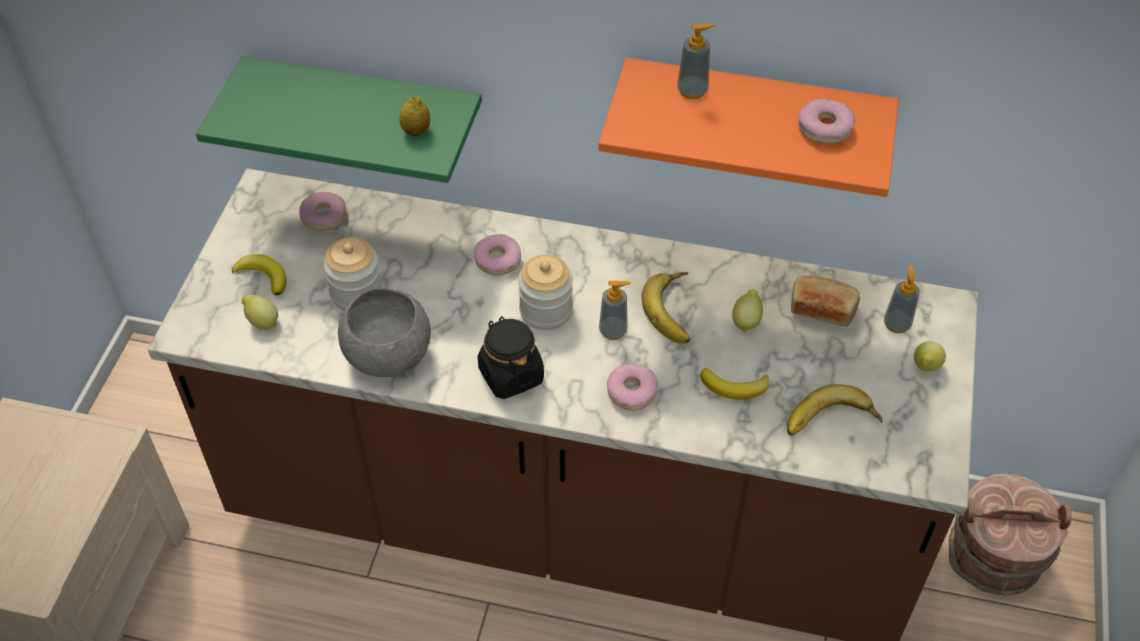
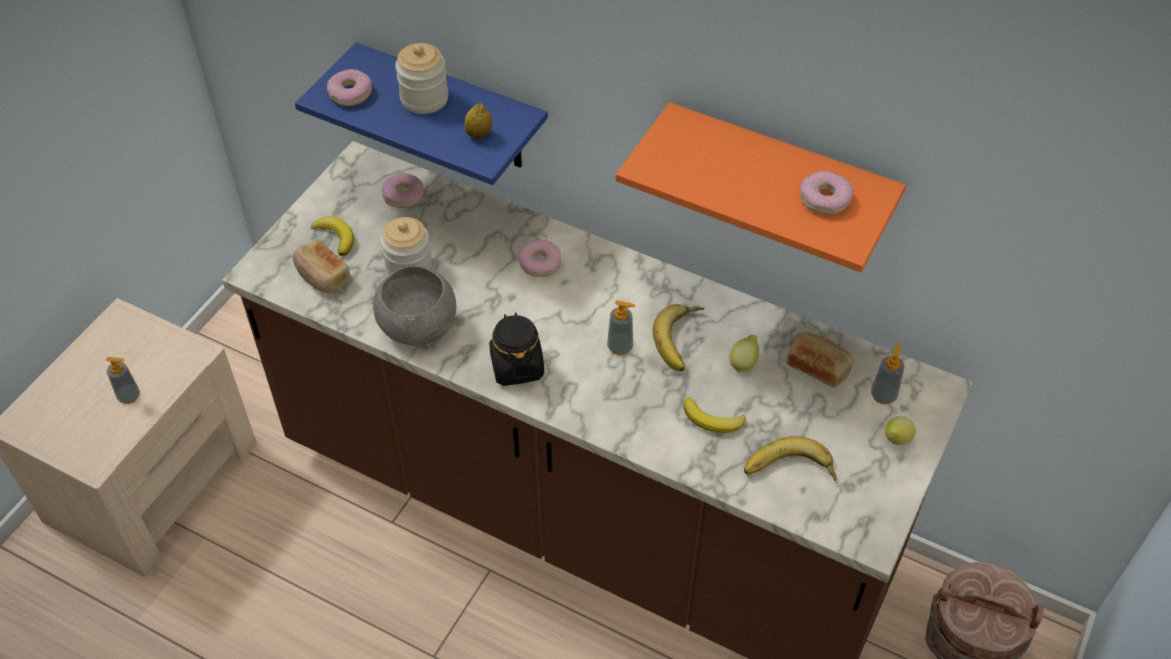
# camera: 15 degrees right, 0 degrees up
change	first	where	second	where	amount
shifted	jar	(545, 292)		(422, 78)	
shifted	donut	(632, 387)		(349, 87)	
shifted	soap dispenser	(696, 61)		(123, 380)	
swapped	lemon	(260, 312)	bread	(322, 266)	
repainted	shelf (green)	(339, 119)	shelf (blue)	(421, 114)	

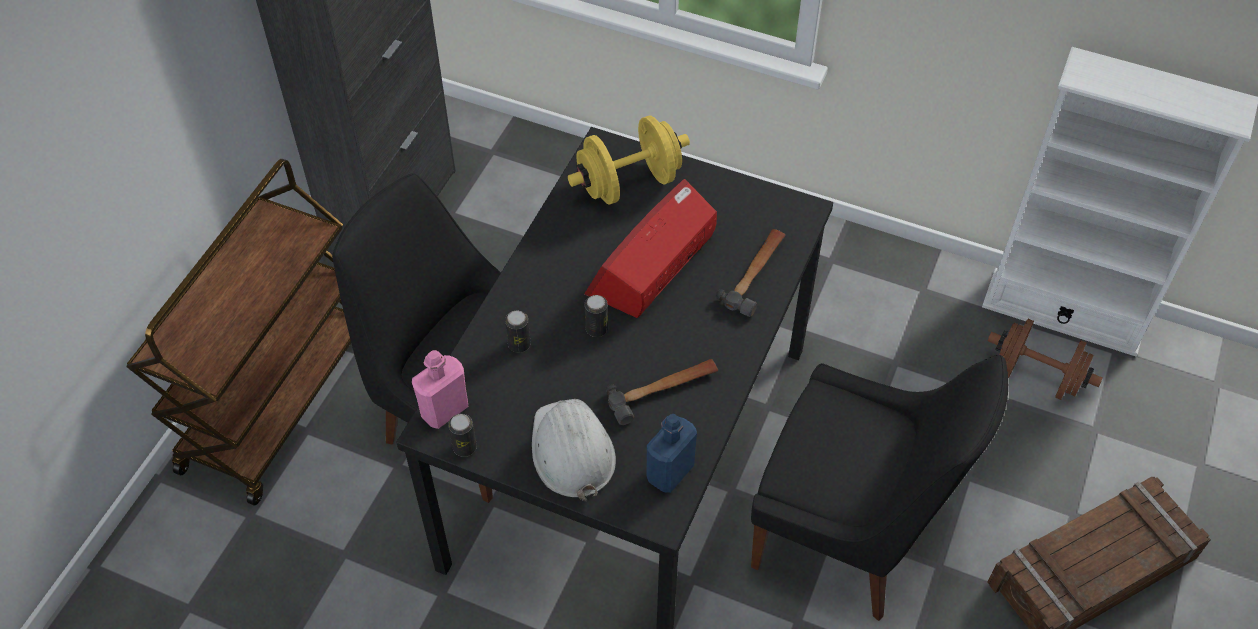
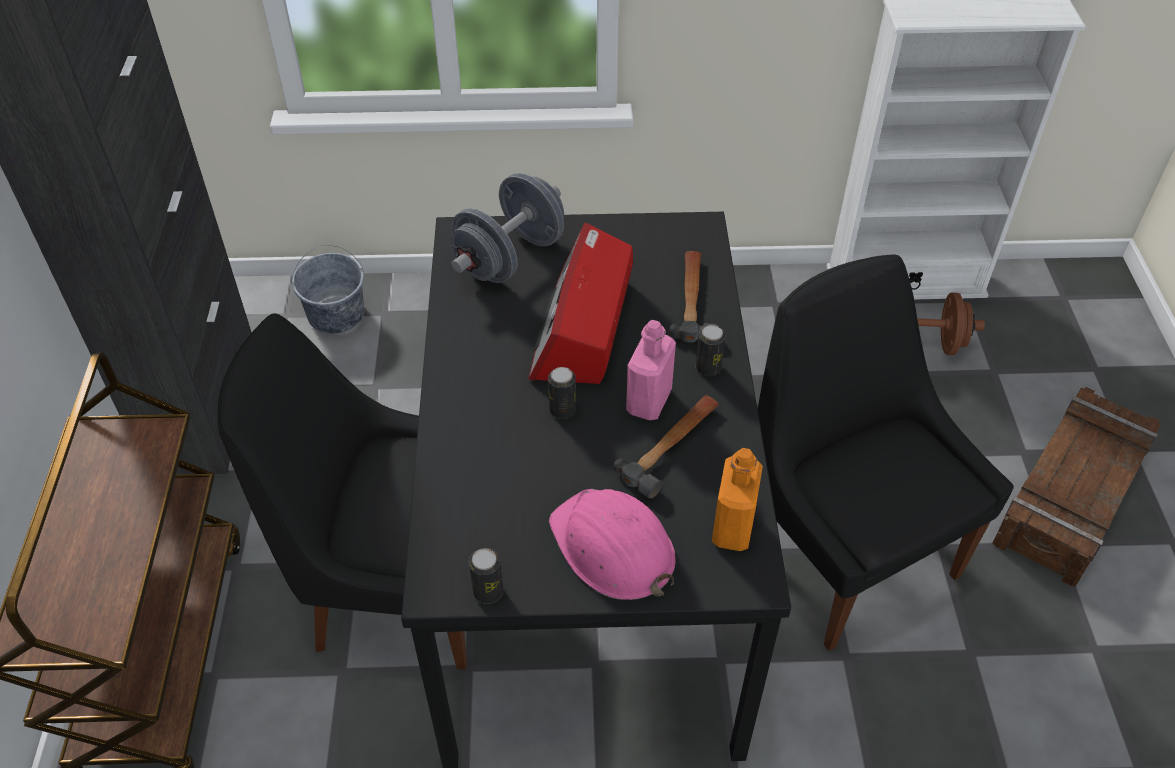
# camera: 25 degrees left, 5 degrees down
change	first	where	second	where	amount
new			bucket (grey)	(328, 289)	
shifted	bottle (pink)	(440, 389)		(651, 370)	
shifted	can	(518, 332)		(710, 350)	
repainted	hard hat (white)	(574, 450)	hard hat (pink)	(612, 544)	
repainted	dumbbell (yellow)	(629, 160)	dumbbell (grey)	(507, 228)	
repainted	bottle (blue)	(671, 453)	bottle (orange)	(737, 499)	
rotated	chair (black)	(879, 488)		(886, 453)	120 degrees counterclockwise

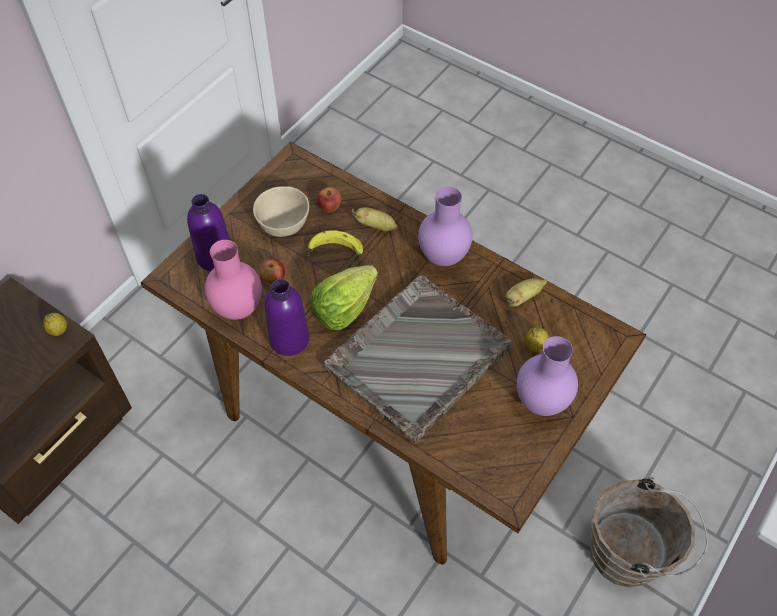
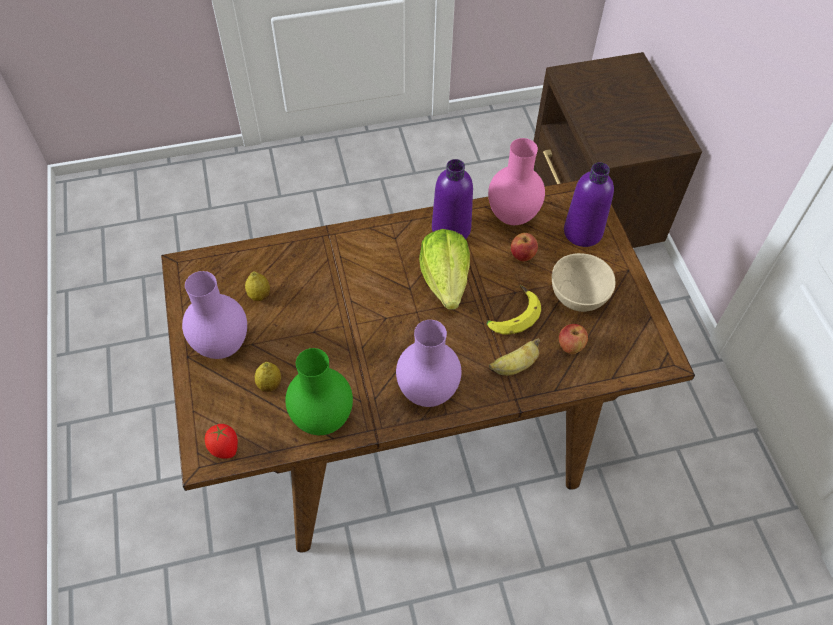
# camera: 130 degrees right, 0 degrees up
change	first	where	second	where	amount
gone	tray (grey)	(418, 359)			
gone	bucket (brown)	(649, 532)			
new			tomato	(221, 441)	
shifted	lemon	(55, 324)		(257, 286)	
swapped	banana	(526, 292)	vase (green)	(319, 391)	

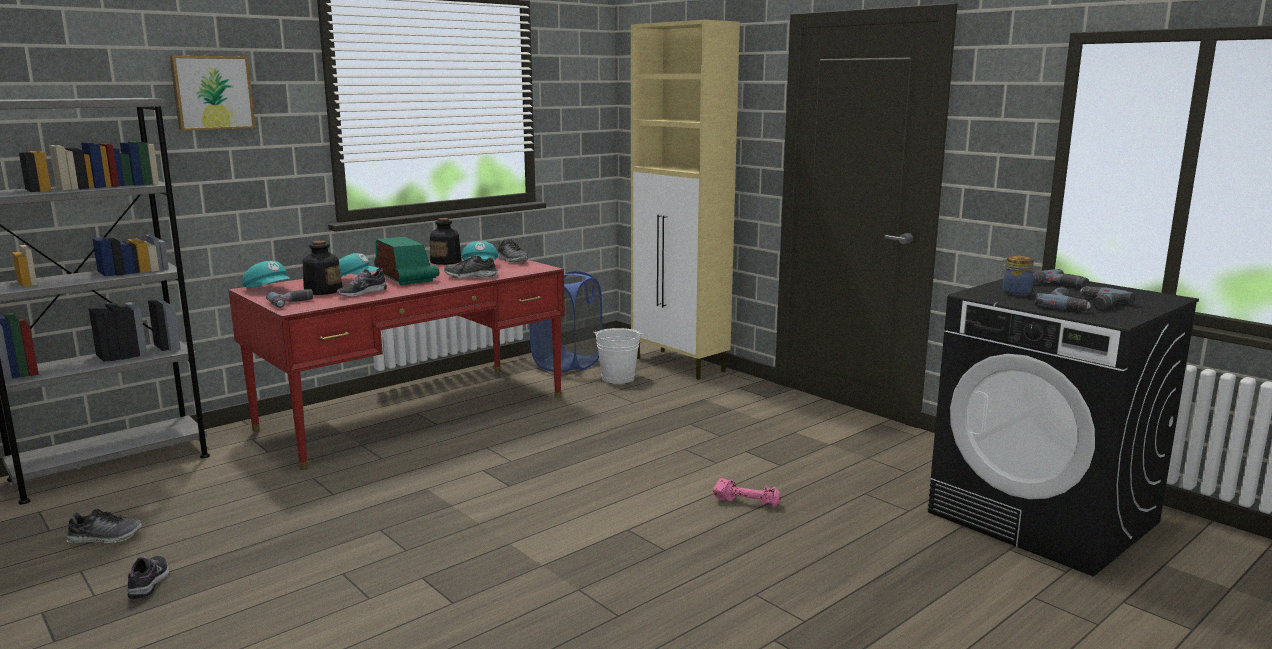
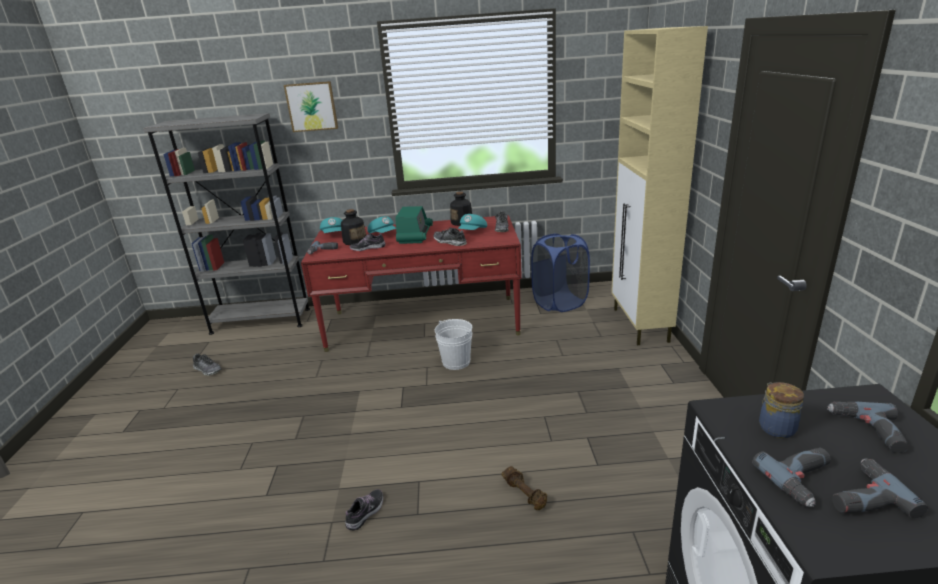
# camera: 40 degrees right, 10 degrees up
change	first	where	second	where	amount
shifted	shoe	(148, 577)		(364, 509)	
shifted	bucket (white)	(618, 356)		(453, 344)	
repainted	dumbbell (pink)	(747, 492)	dumbbell (brown)	(524, 488)	

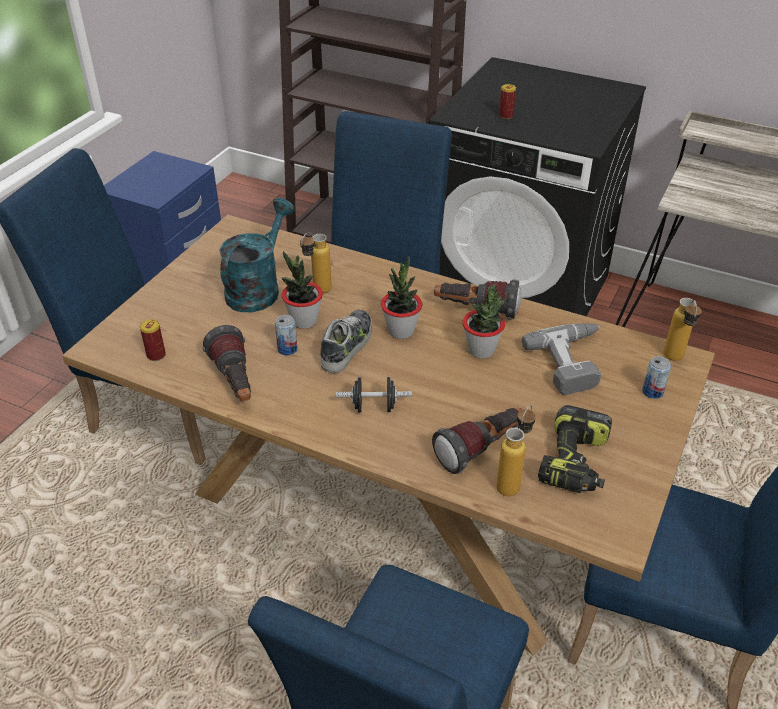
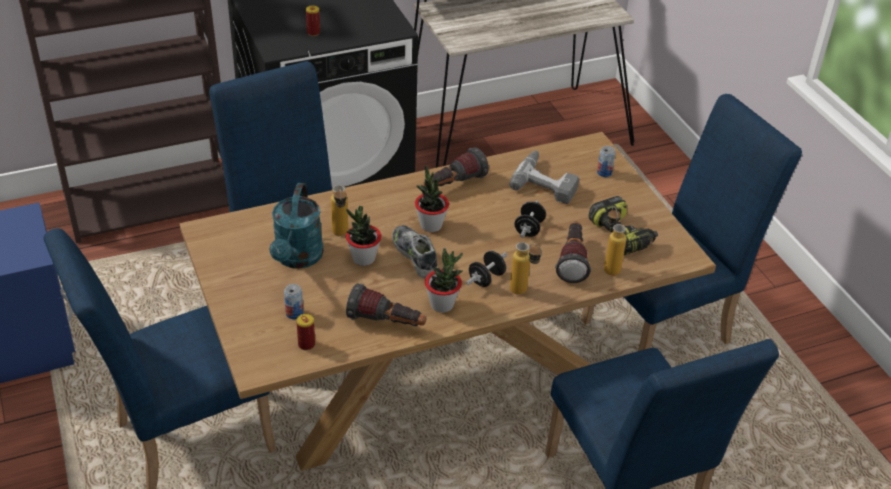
# camera: 50 degrees left, 0 degrees up
change	first	where	second	where	amount
new			dumbbell (black)	(530, 219)	
shifted	can	(286, 335)		(293, 301)	
shifted	potted plant	(483, 321)		(444, 280)	
shifted	bottle	(682, 329)		(526, 268)	
rotated	watering can (turquoise)	(257, 255)		(296, 226)	150 degrees counterclockwise

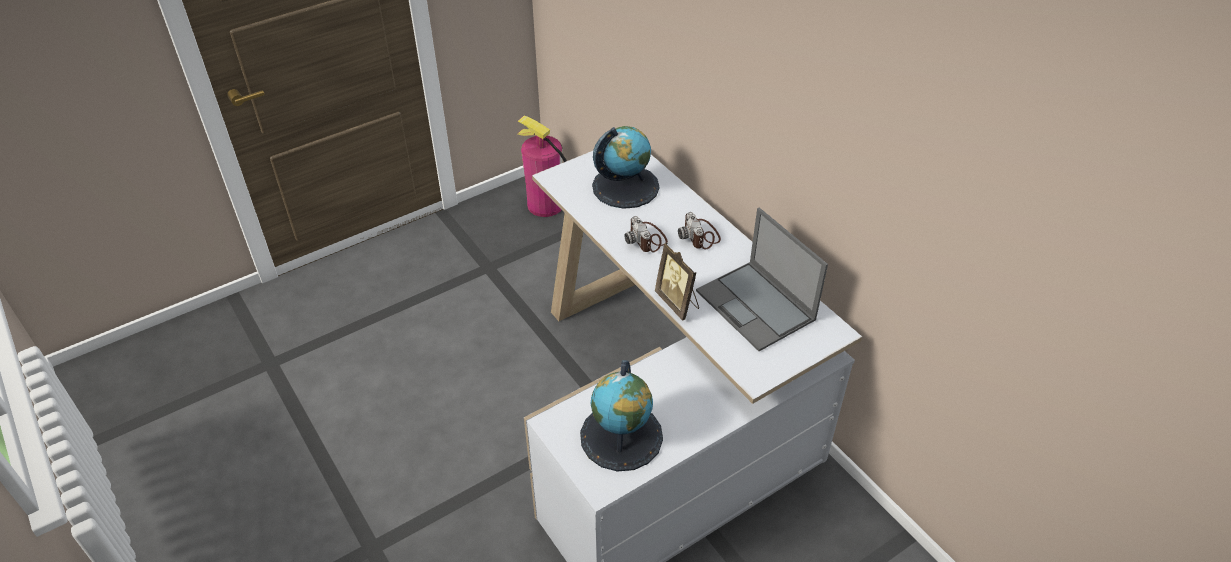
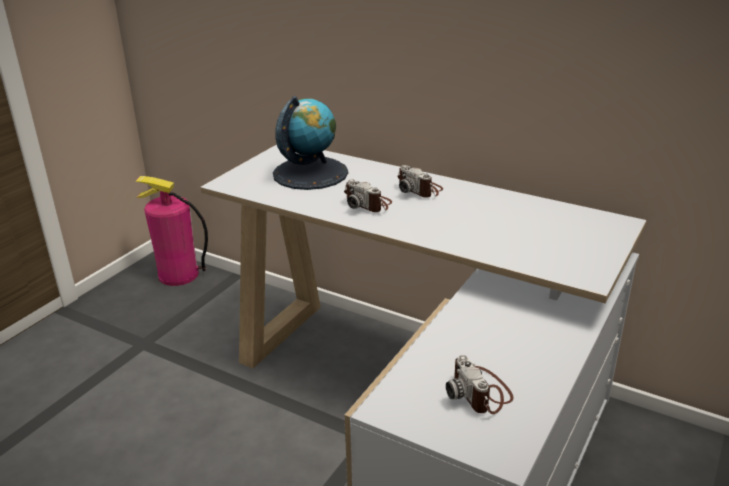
# camera: 25 degrees left, 15 degrees down
change	first	where	second	where	amount
gone	picture frame	(677, 282)			
gone	laptop	(762, 279)			
swapped	globe	(621, 415)	photo camera	(480, 384)	

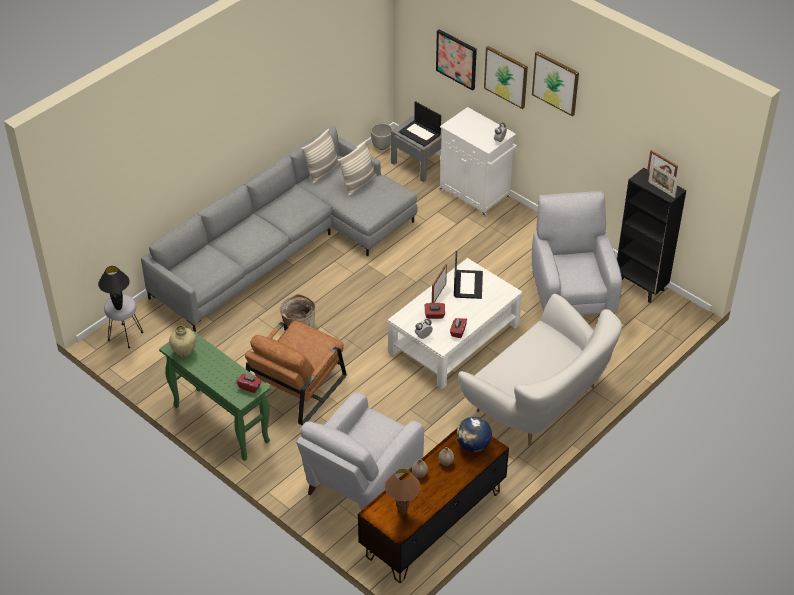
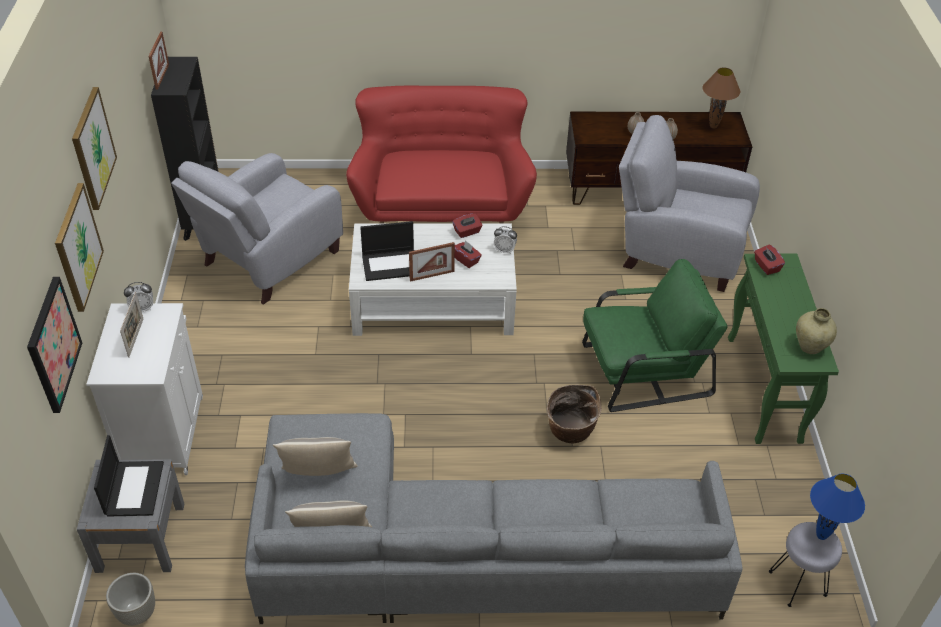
# camera: 135 degrees left, 0 degrees up
change	first	where	second	where	amount
gone	globe	(474, 434)			
shifted	picture frame	(663, 180)		(131, 325)	
repainted	table lamp (black)	(114, 288)	table lamp (blue)	(837, 507)	
repainted	armchair (brown)	(296, 373)	armchair (green)	(655, 335)	
repainted	sofa (white)	(540, 370)	sofa (red)	(441, 155)	
rotated	armchair (grey)	(360, 451)		(689, 203)	150 degrees counterclockwise
rotated	laptop	(468, 275)		(387, 251)	150 degrees counterclockwise

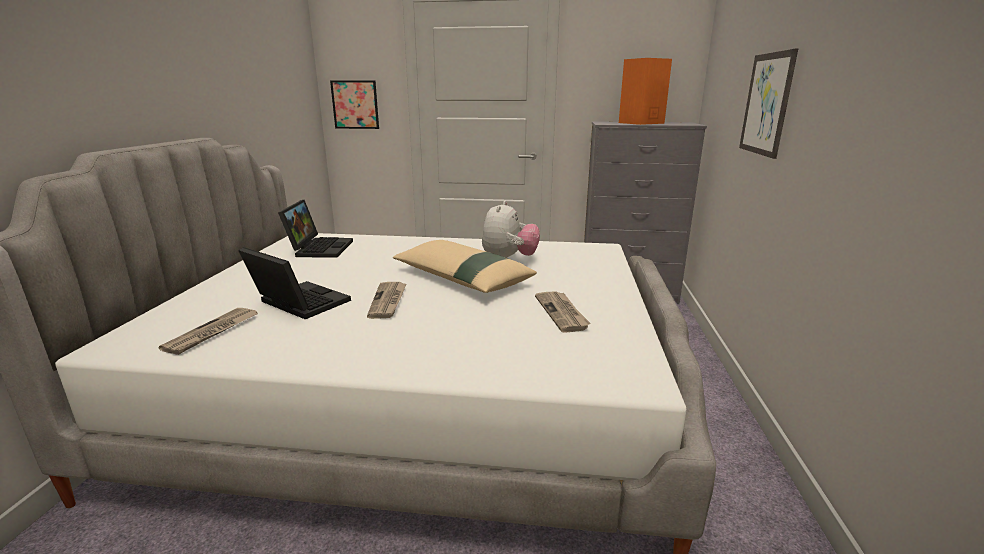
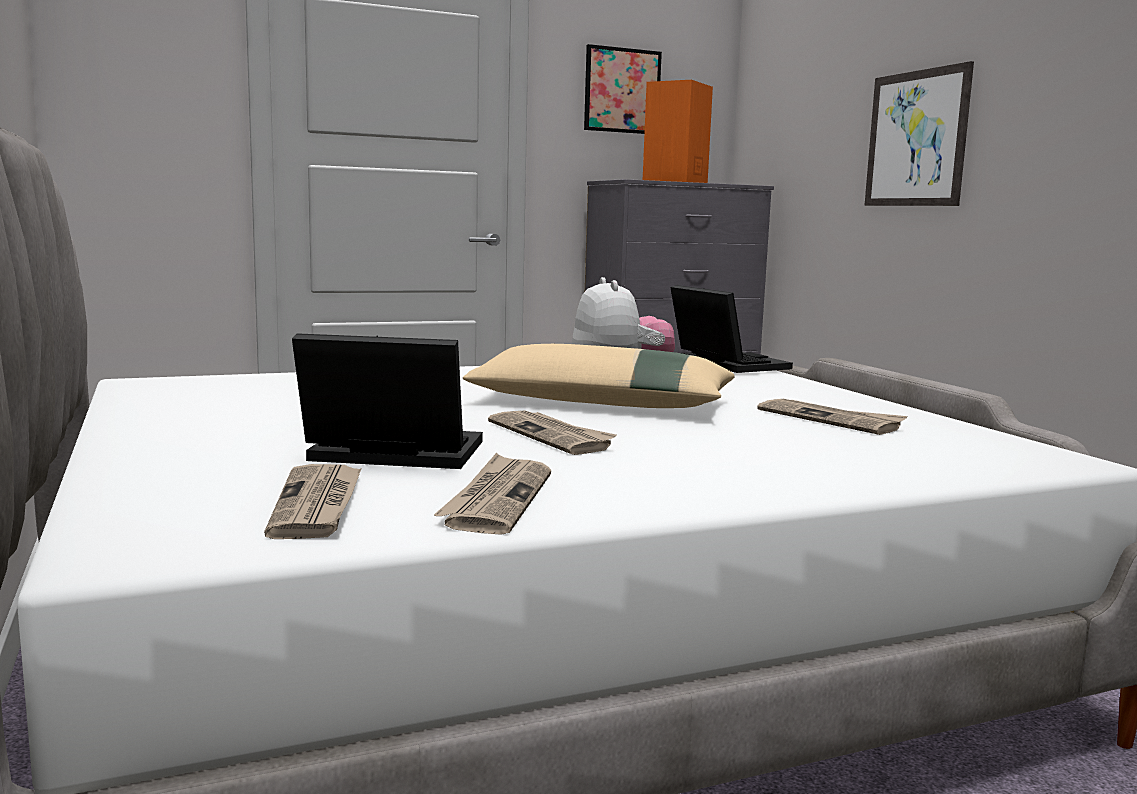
# camera: 30 degrees left, 10 degrees down
change	first	where	second	where	amount
new			newspaper	(492, 494)	
shifted	laptop	(315, 229)		(731, 329)	
shifted	picture	(354, 104)		(623, 89)	

